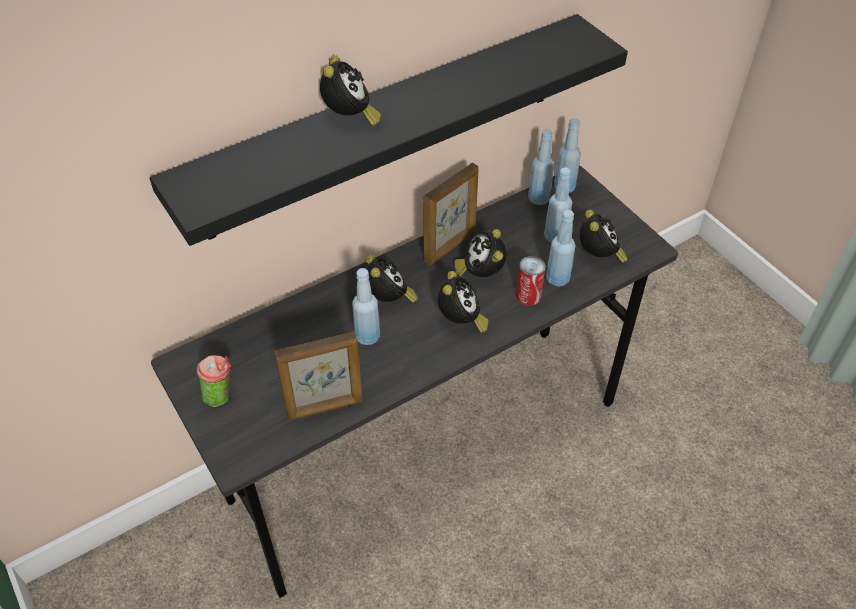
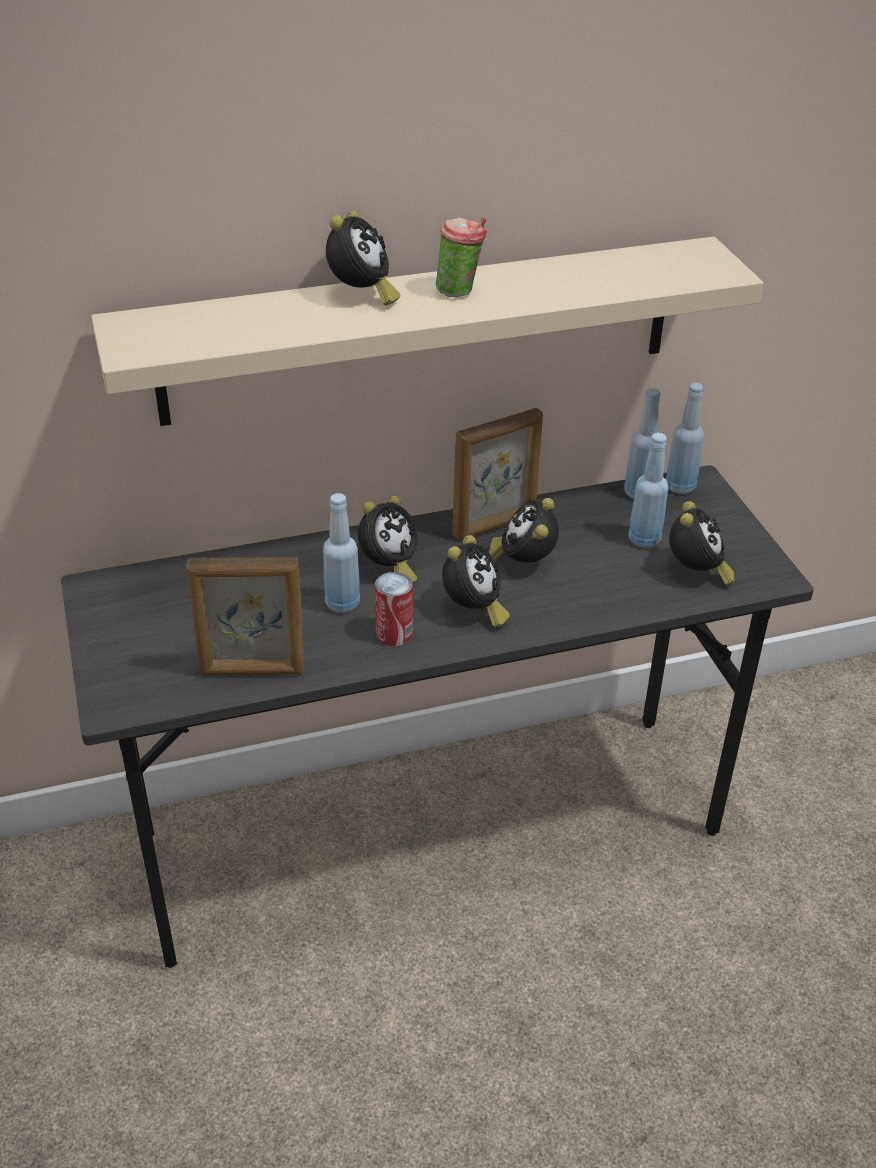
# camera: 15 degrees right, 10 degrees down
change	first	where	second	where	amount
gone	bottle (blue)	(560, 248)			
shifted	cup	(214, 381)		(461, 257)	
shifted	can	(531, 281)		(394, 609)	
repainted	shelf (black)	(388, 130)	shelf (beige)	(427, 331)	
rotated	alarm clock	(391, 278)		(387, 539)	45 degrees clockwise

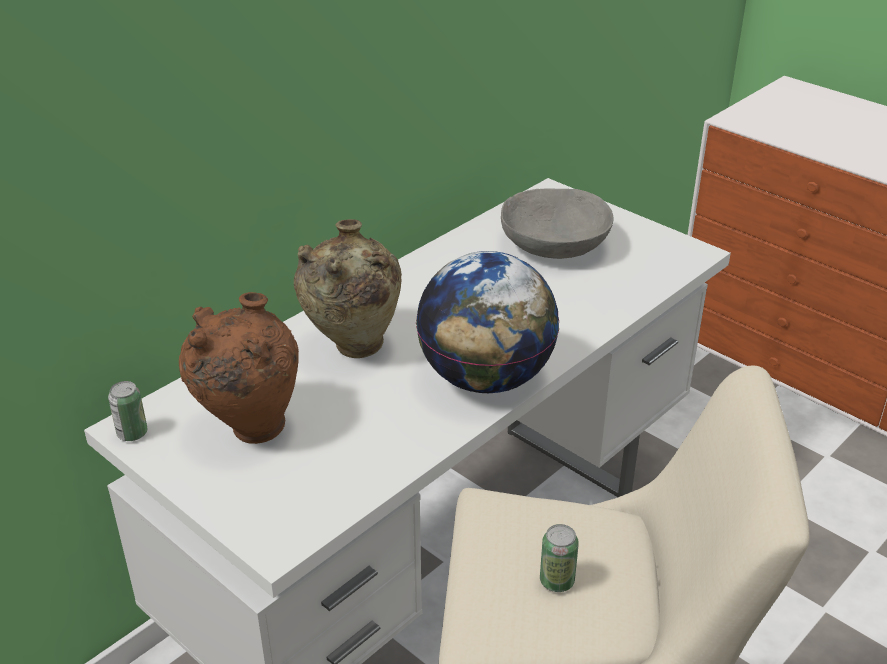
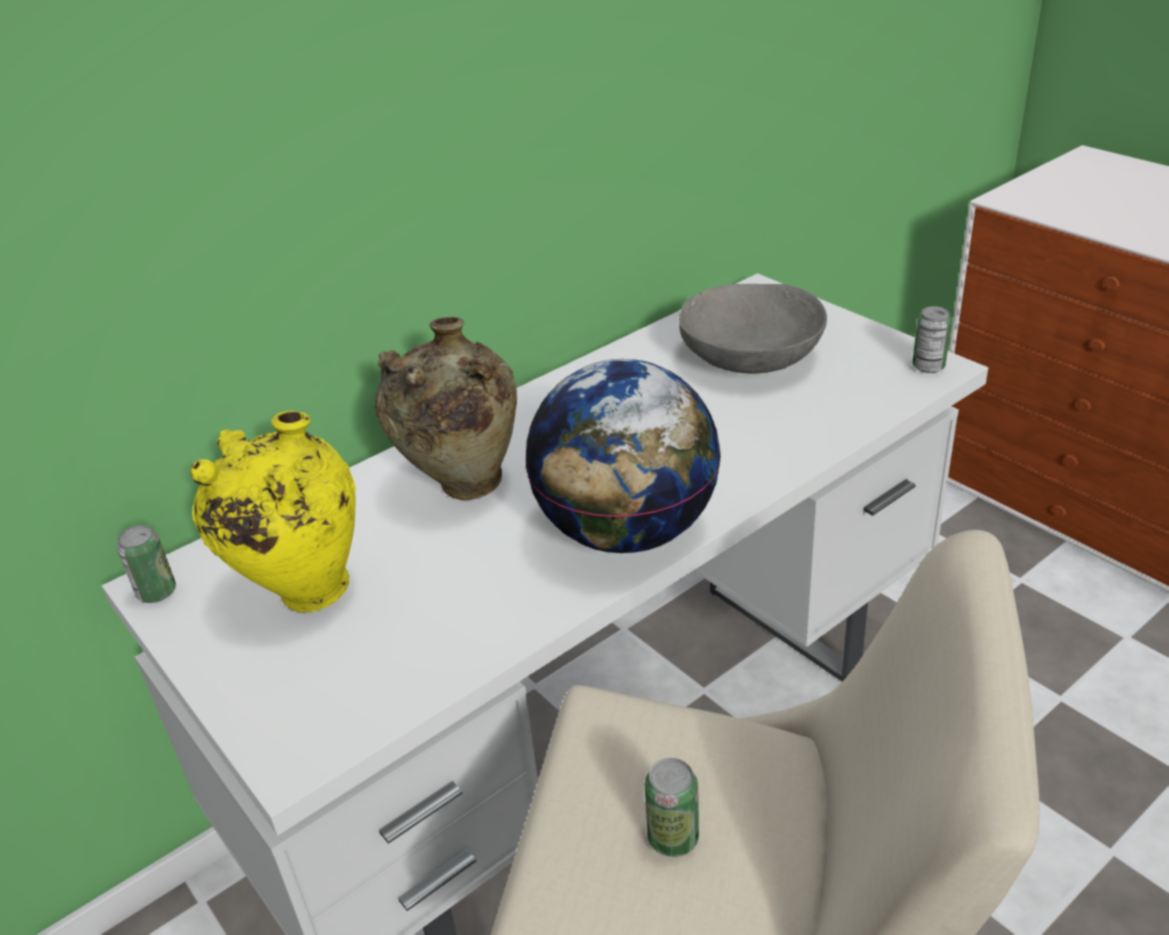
# camera: 10 degrees right, 0 degrees up
change	first	where	second	where	amount
new			can	(932, 339)	
repainted	vase (brown)	(239, 368)	vase (yellow)	(273, 511)	

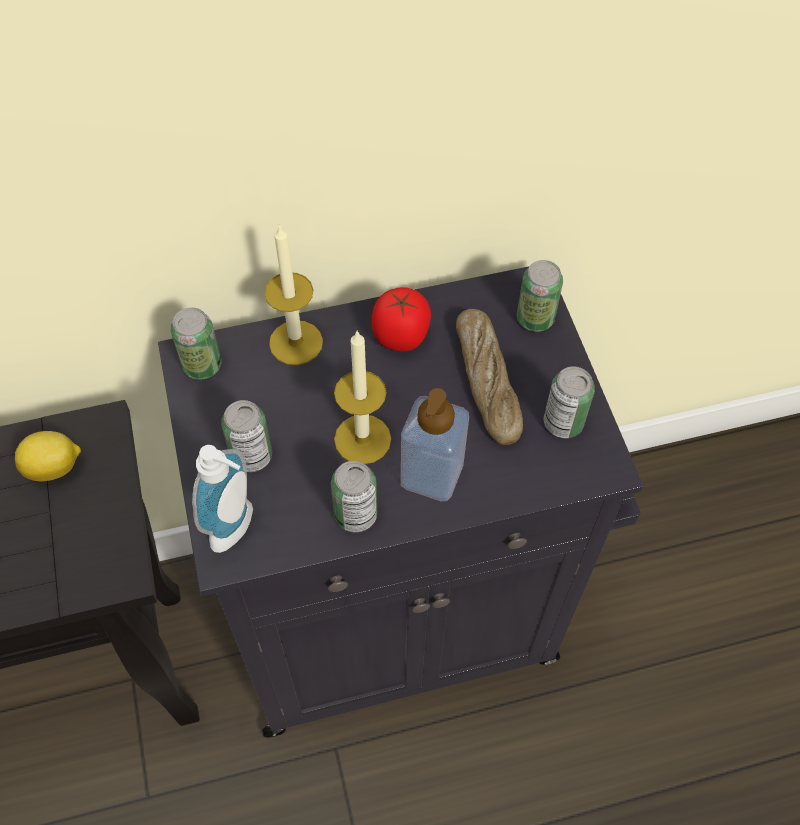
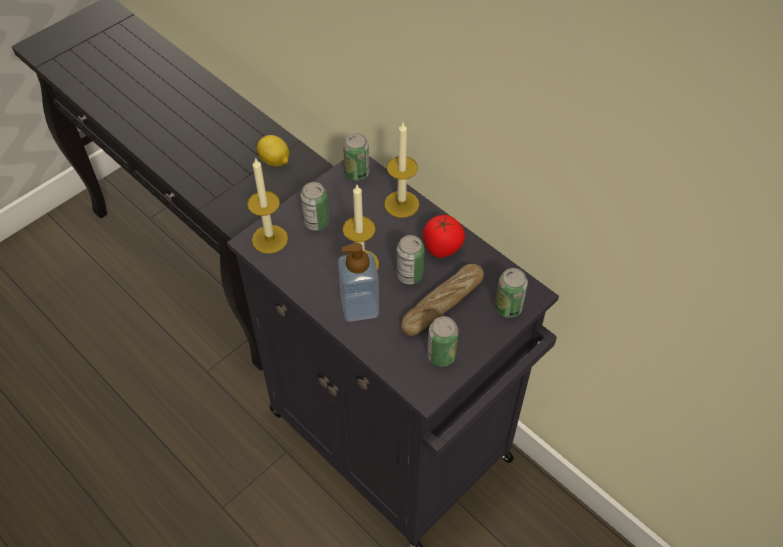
# camera: 60 degrees right, 5 degrees down
change	first	where	second	where	amount
shifted	can	(354, 496)		(410, 259)	
swapped	soap dispenser	(222, 499)	candle	(267, 205)	

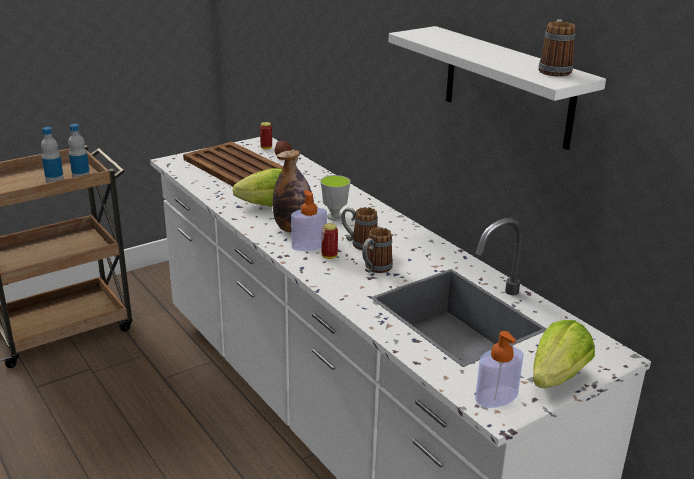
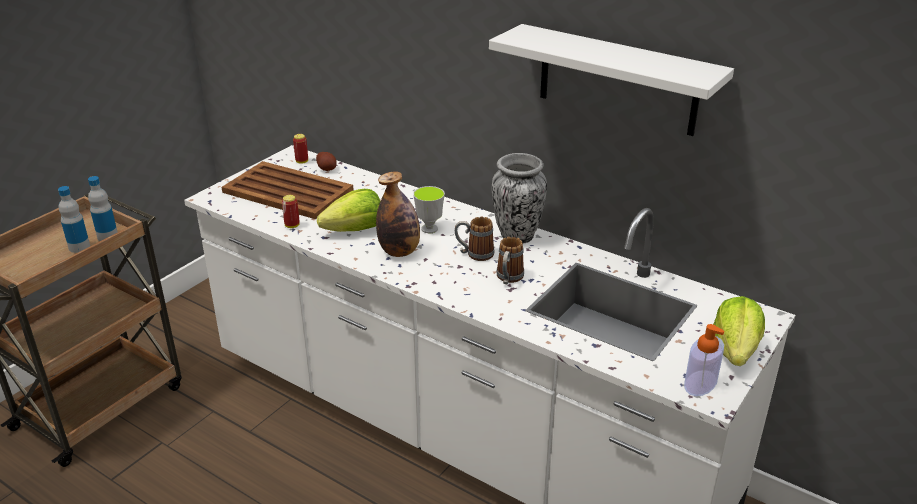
# camera: 20 degrees left, 5 degrees up
change	first	where	second	where	amount
gone	soap dispenser	(309, 220)			
gone	mug	(557, 48)			
new			vase	(519, 198)	
shifted	can	(330, 241)		(291, 211)	

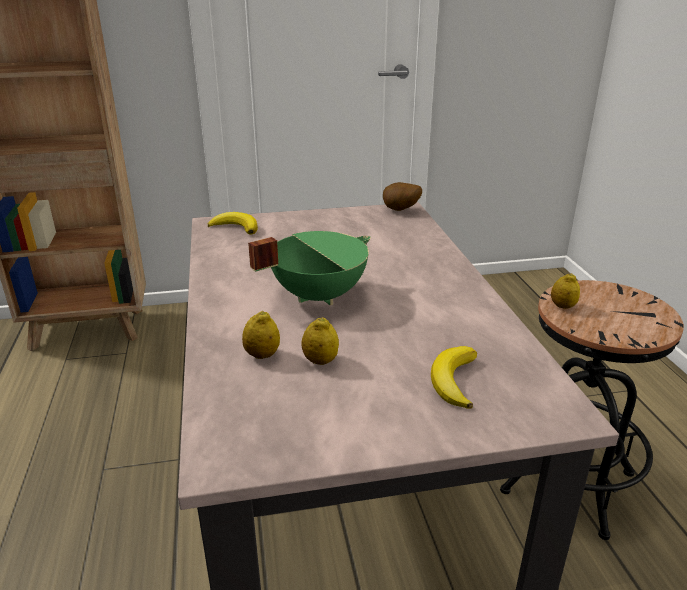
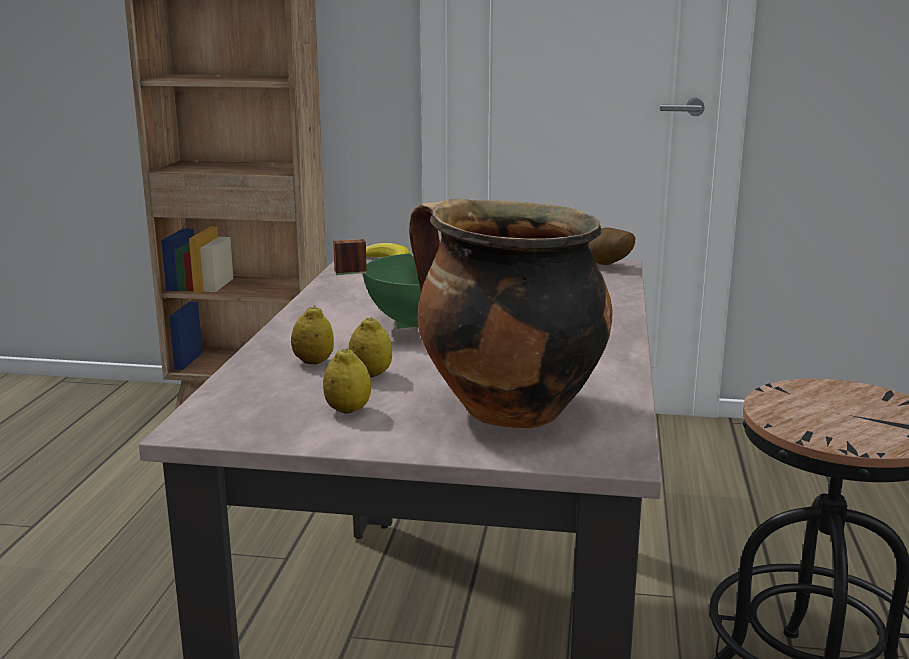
# camera: 20 degrees right, 10 degrees down
change	first	where	second	where	amount
shifted	lemon	(565, 291)		(347, 381)	
swapped	banana	(454, 377)	cooking pot	(511, 313)	

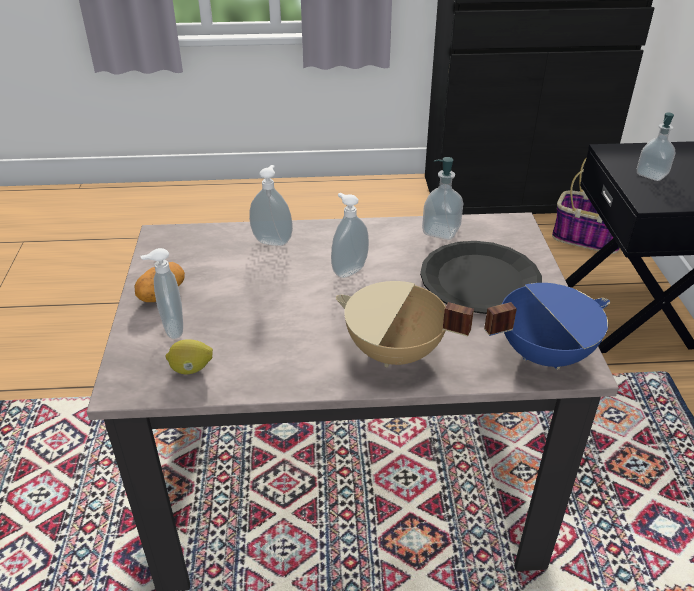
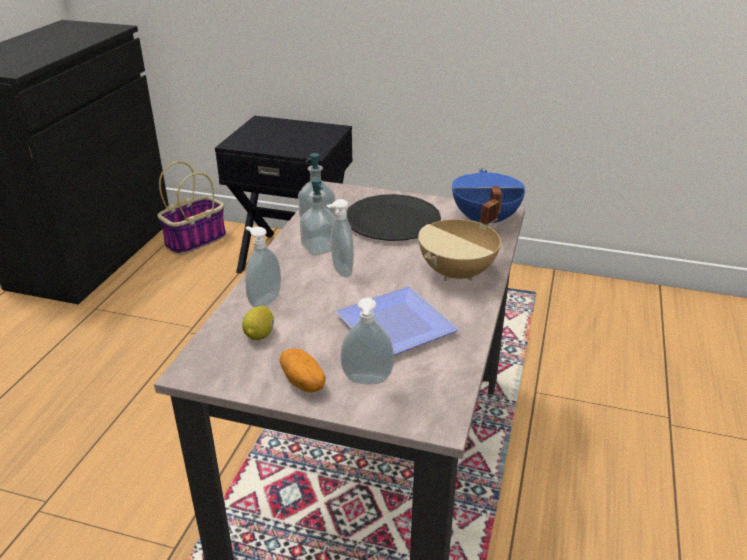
# camera: 70 degrees left, 5 degrees down
change	first	where	second	where	amount
new			plate	(397, 320)	
shifted	lemon	(189, 356)		(258, 323)	
shifted	soap dispenser	(656, 147)		(317, 217)	

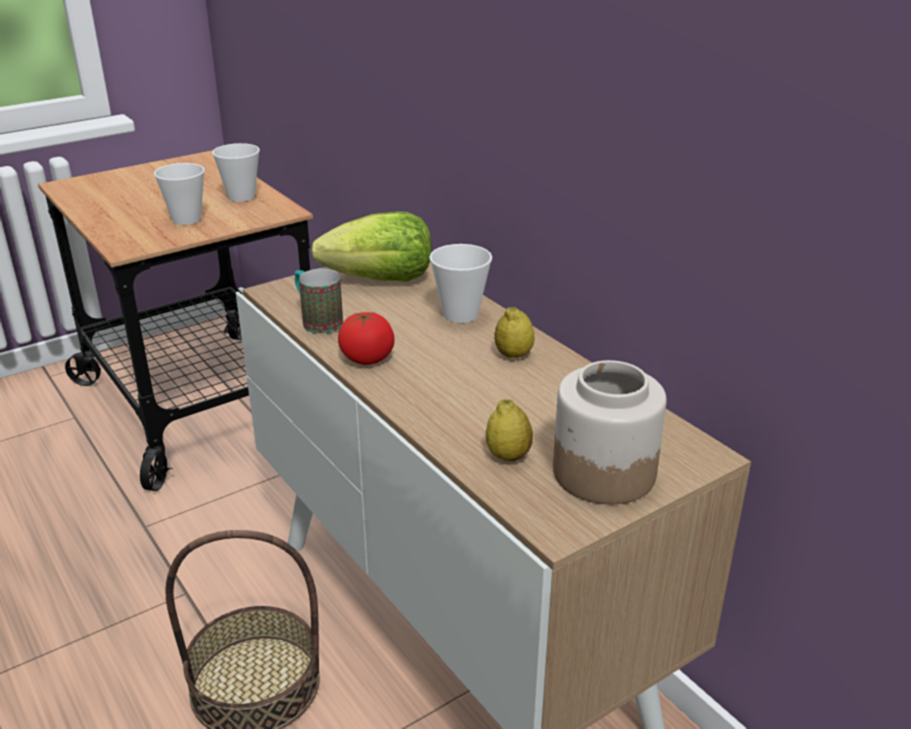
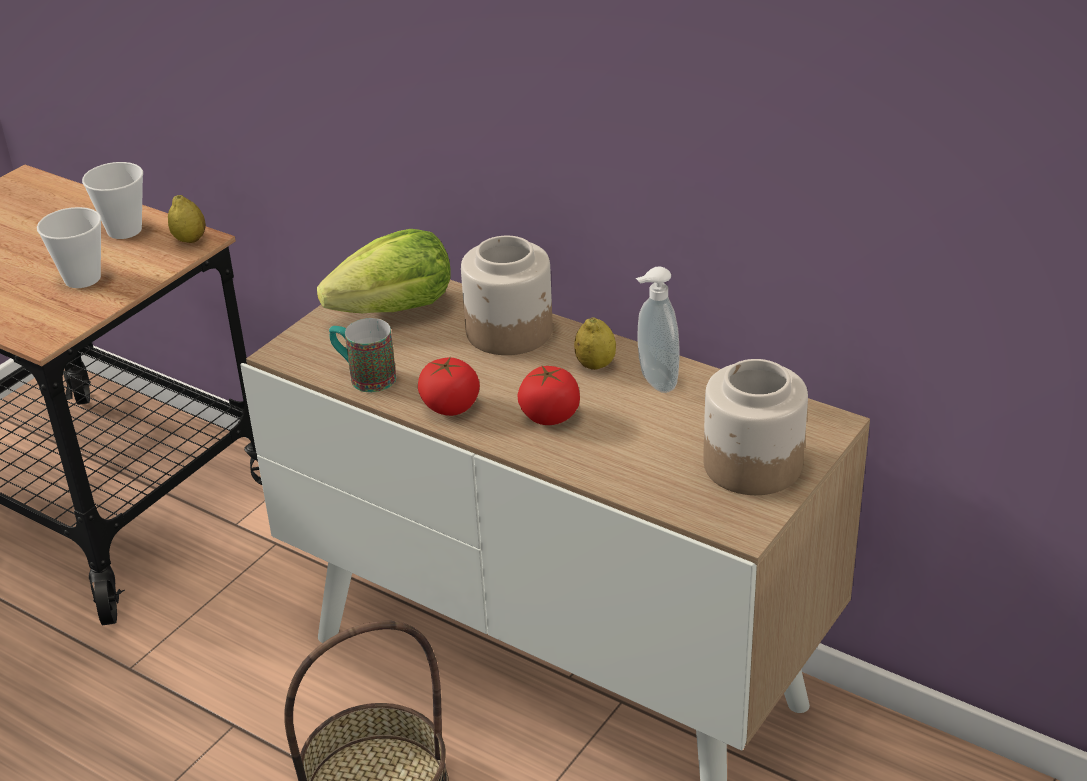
# camera: 20 degrees left, 5 degrees up
change	first	where	second	where	amount
new			tomato	(549, 395)	
new			soap dispenser	(657, 329)	
shifted	lemon	(509, 430)		(187, 219)	
swapped	cup	(460, 283)	jar	(507, 295)	

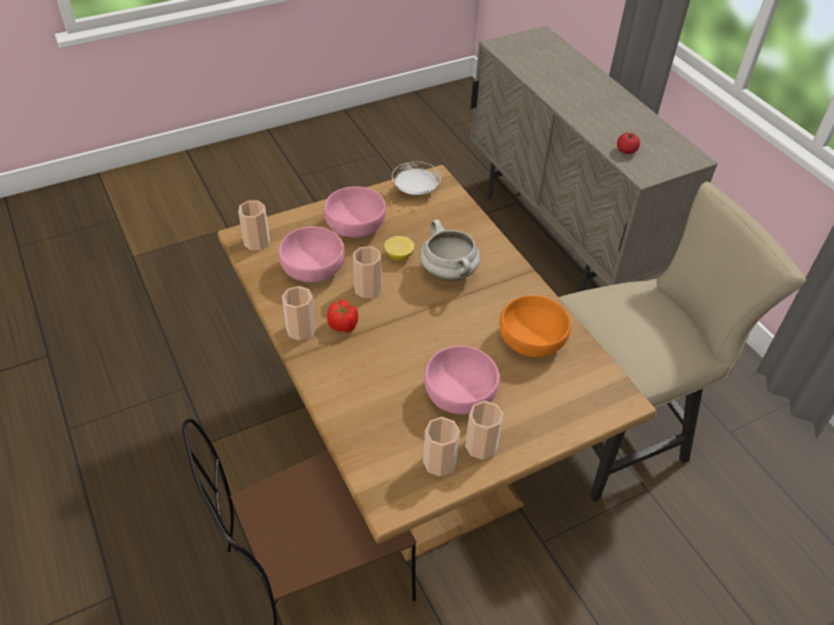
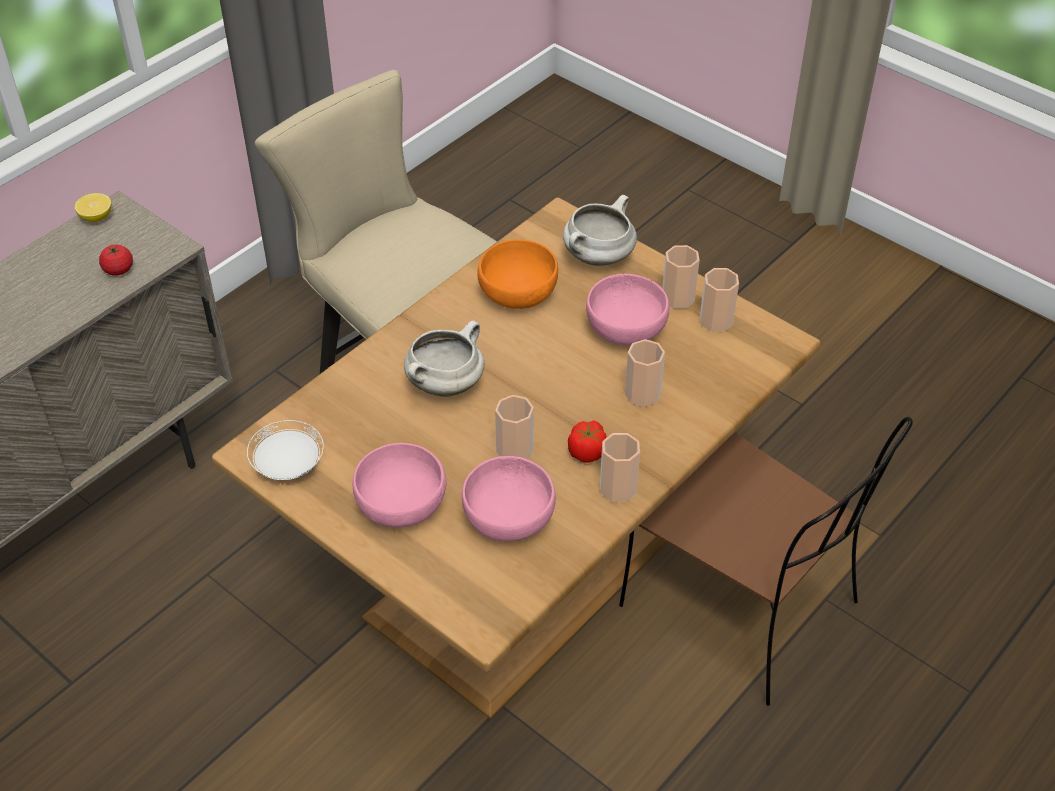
# camera: 110 degrees left, 0 degrees up
change	first	where	second	where	amount
new			cooking pot (white)	(600, 230)	
shifted	cup	(254, 225)		(645, 373)	
shifted	lemon	(399, 248)		(93, 207)	

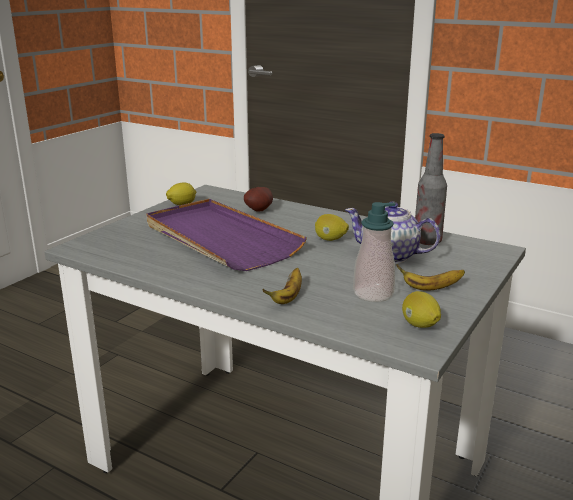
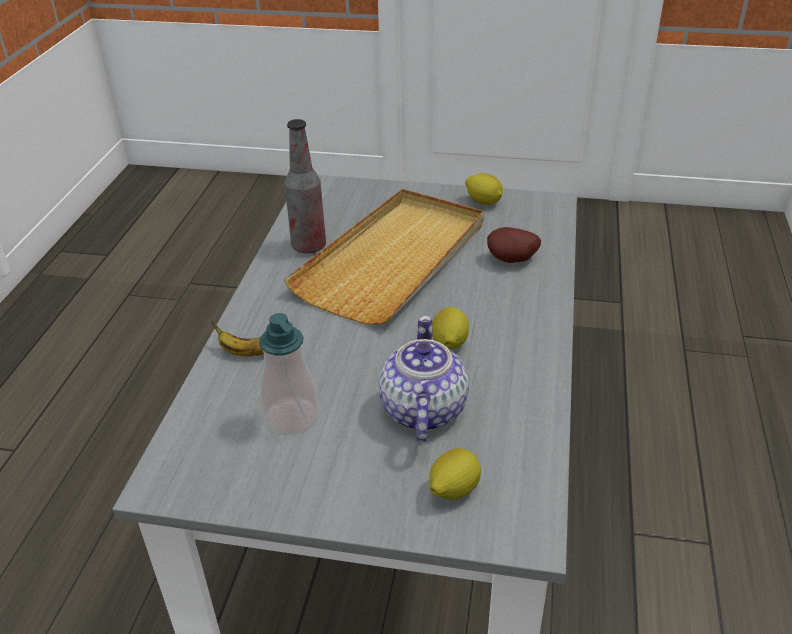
# camera: 70 degrees right, 15 degrees up
change	first	where	second	where	amount
gone	banana	(430, 277)			
shifted	lemon	(421, 309)		(455, 474)	
shifted	bottle	(431, 189)		(305, 186)	
repainted	tray (purple)	(226, 235)	tray (beige)	(384, 257)	

